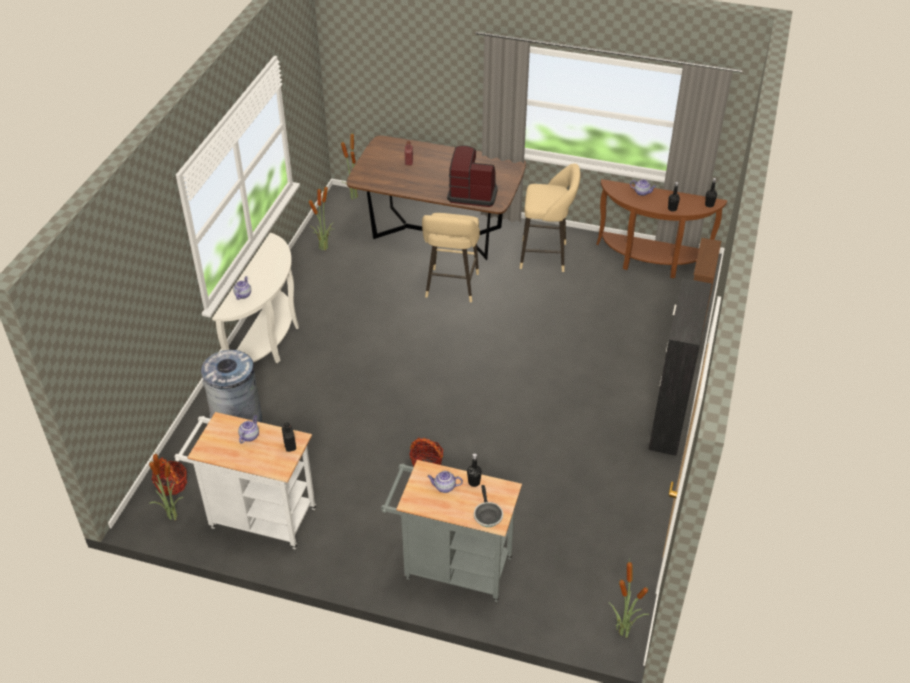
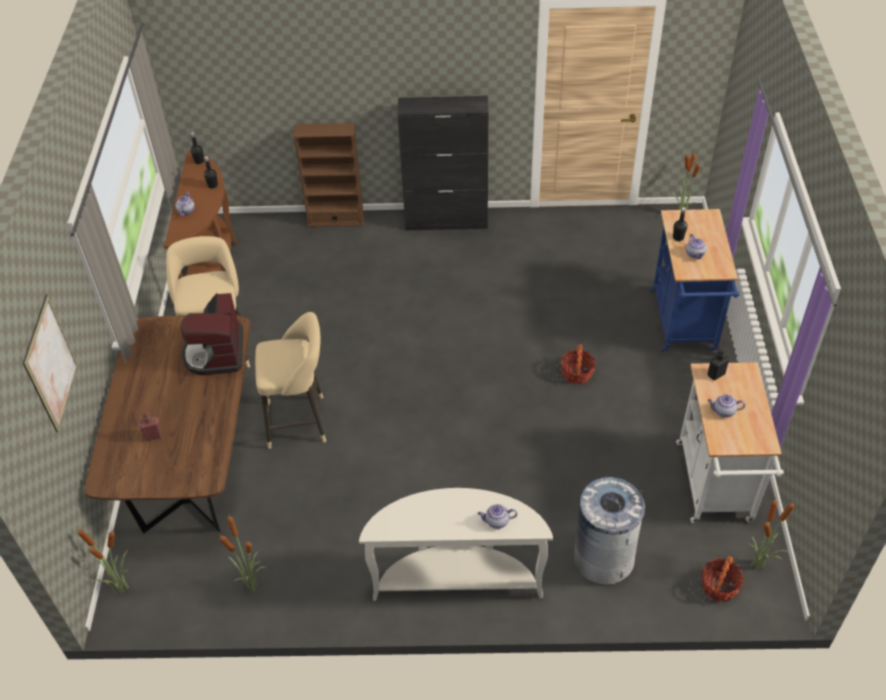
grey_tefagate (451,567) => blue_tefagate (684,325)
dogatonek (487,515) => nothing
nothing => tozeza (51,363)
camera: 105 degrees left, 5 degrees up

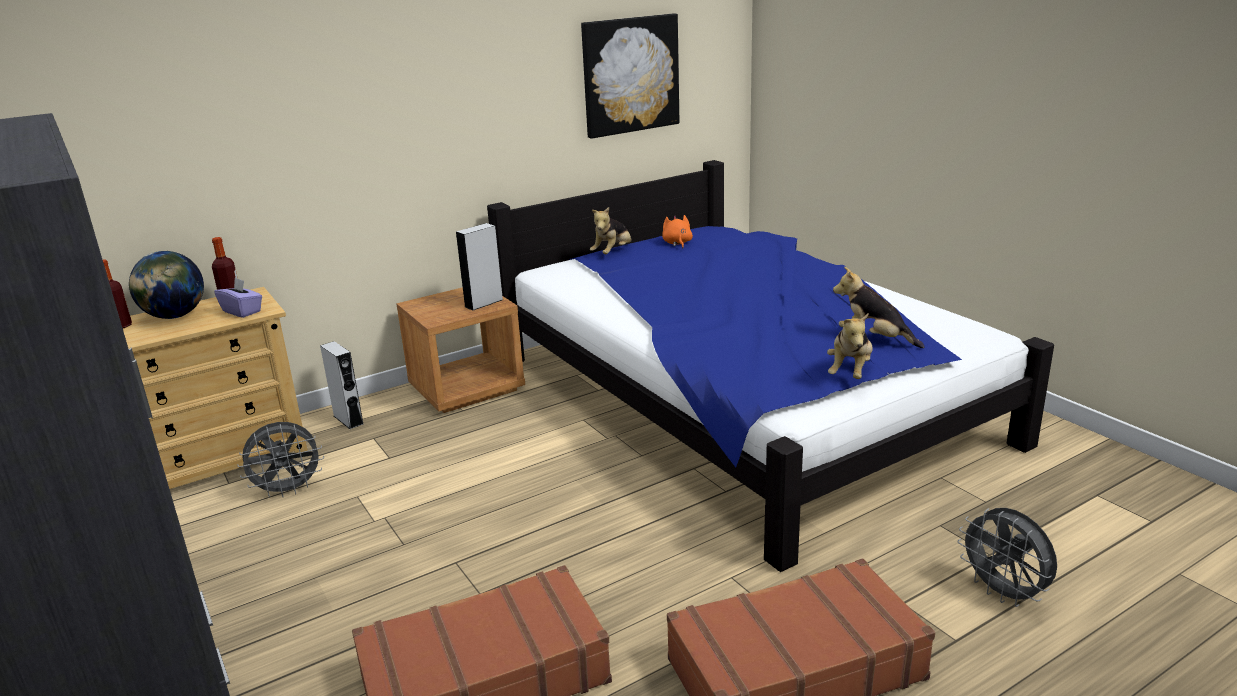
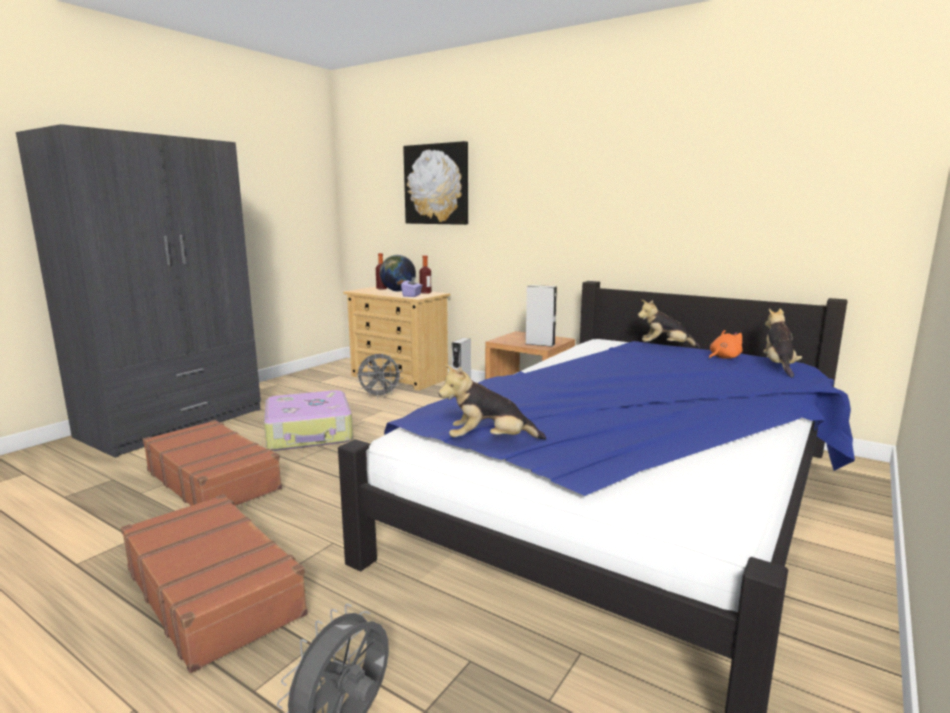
tozeza (630,75) => tozeza (437,184), shifted
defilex (874,338) => defilex (778,366), shifted
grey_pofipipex (288,490) => grey_pofipipex (380,396), 60 degrees counterclockwise
nothing => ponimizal (310,433)
camera: 65 degrees right, 10 degrees down

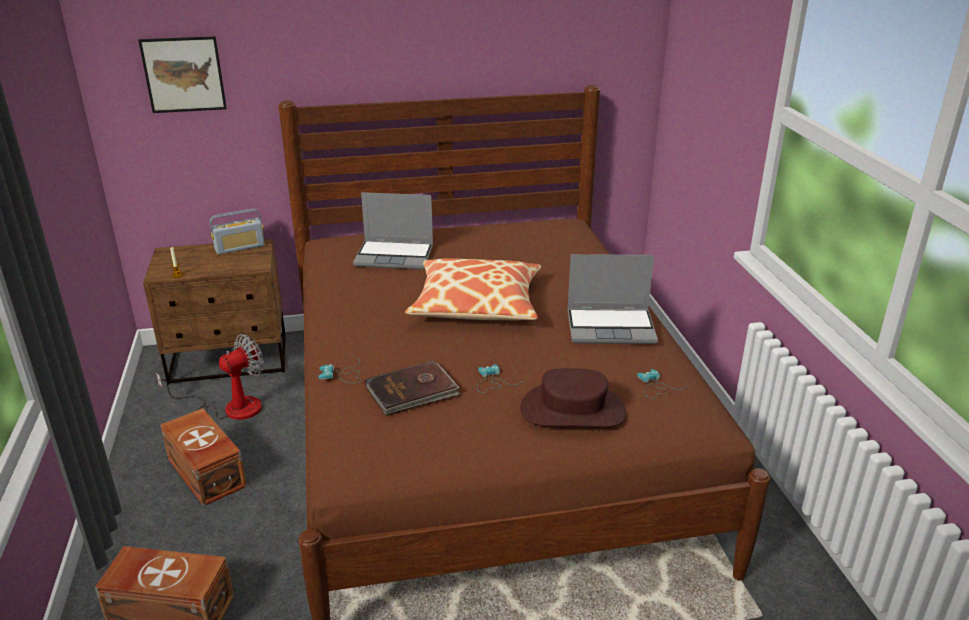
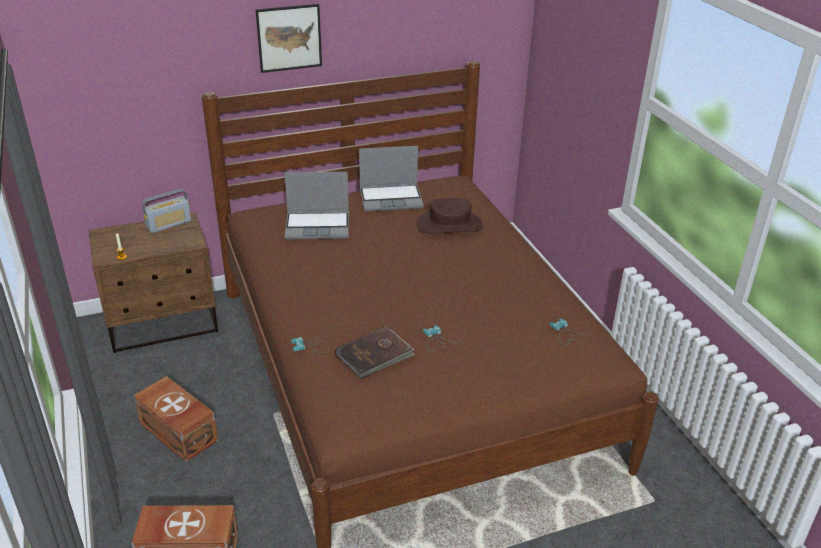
tozeza (183,74) => tozeza (289,38), shifted
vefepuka (611,327) => vefepuka (391,198), shifted
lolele (476,304) => nothing
pofipipex (230,407) => nothing
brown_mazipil (572,410) => brown_mazipil (449,224), shifted
camera: 10 degrees left, 5 degrees up

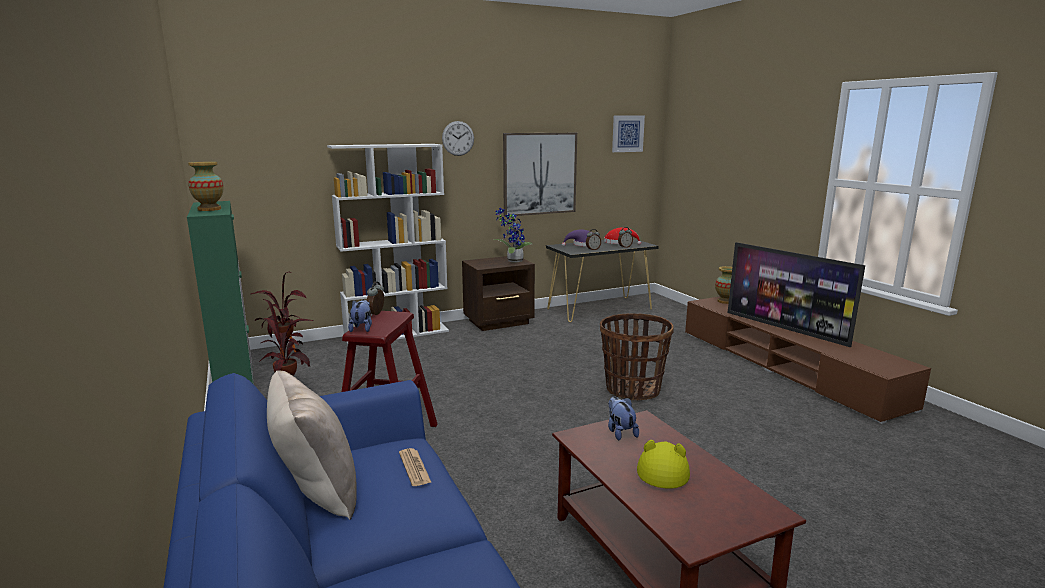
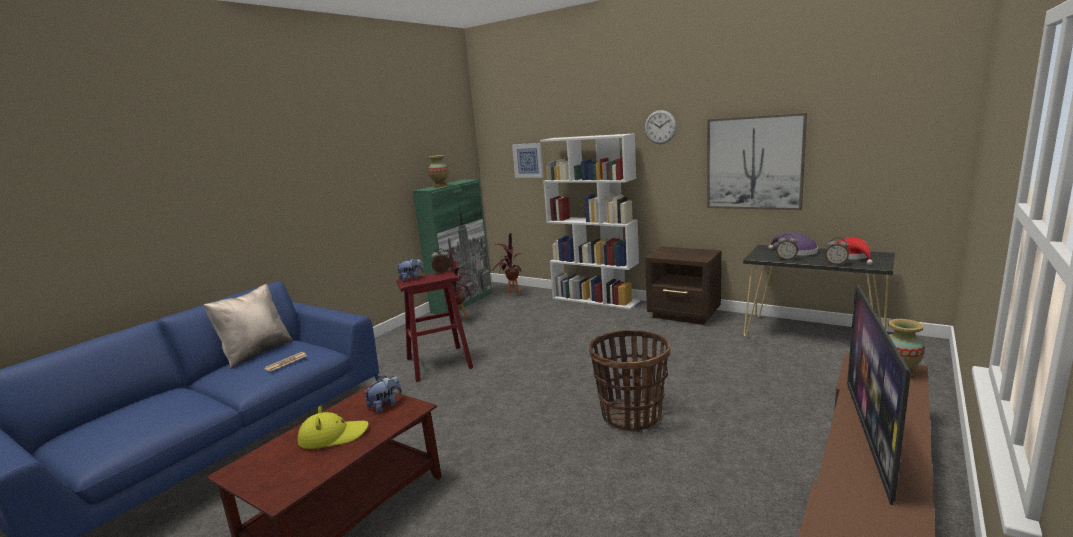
tozeza (627,133) => tozeza (528,160), shifted
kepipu (513,261) => nothing
camera: 60 degrees right, 0 degrees up

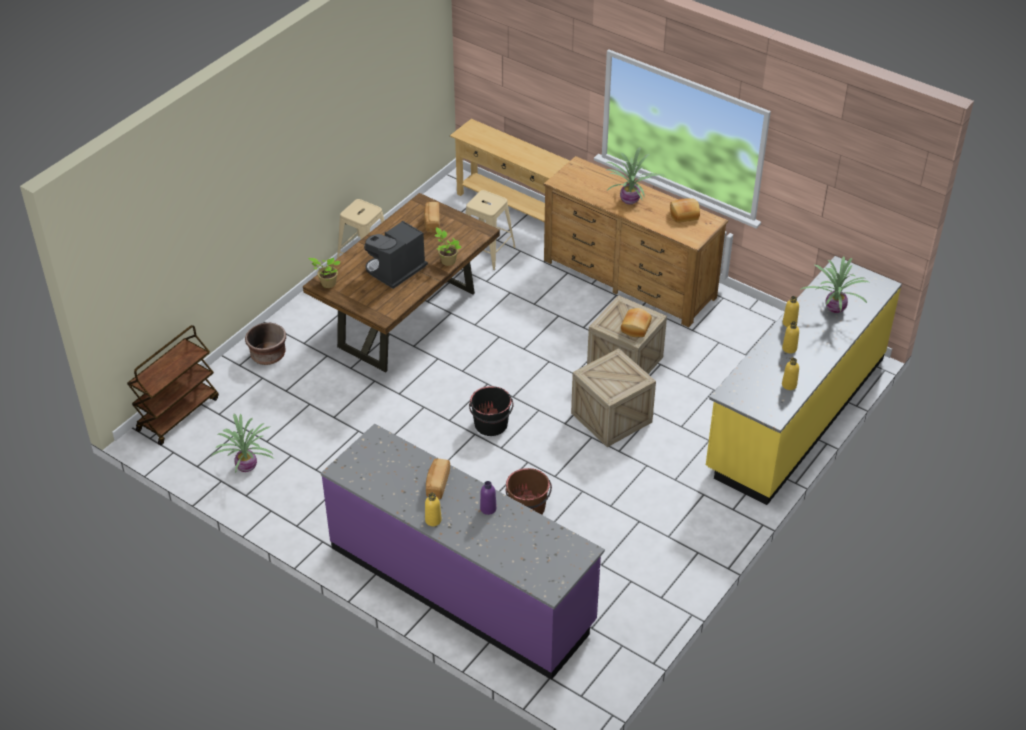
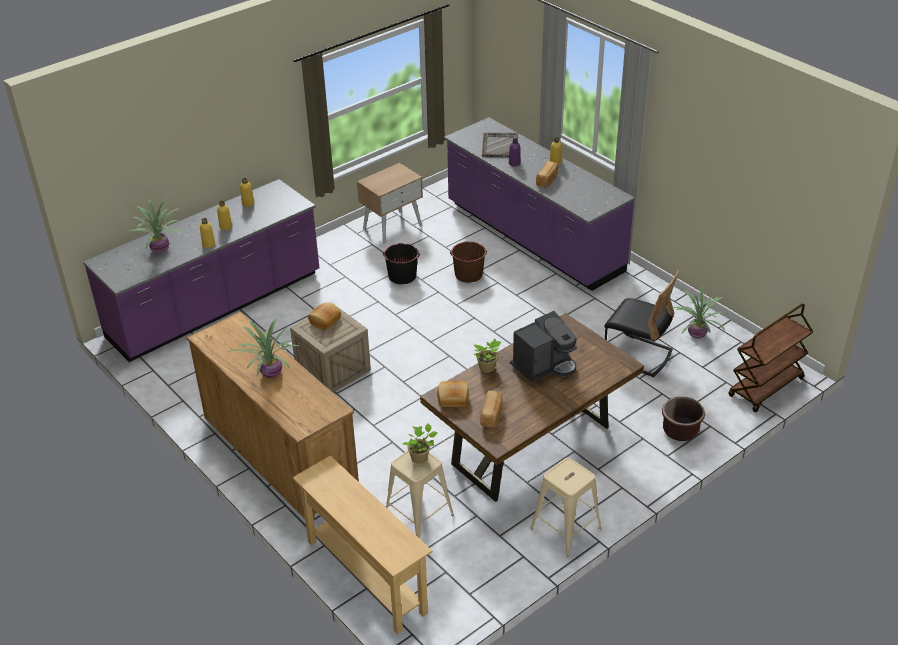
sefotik (684,214) => sefotik (453,399), shifted
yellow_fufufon (795,413) => purple_fufufon (216,306)
kepipu (327,283) => kepipu (420,458), shifted
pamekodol (611,417) => nothing
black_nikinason (491,425) => black_nikinason (402,276), shifted
nothing => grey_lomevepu (500,146)
nothing => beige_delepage (392,226)
nothing => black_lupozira (637,355)
camera: 165 degrees left, 5 degrees down

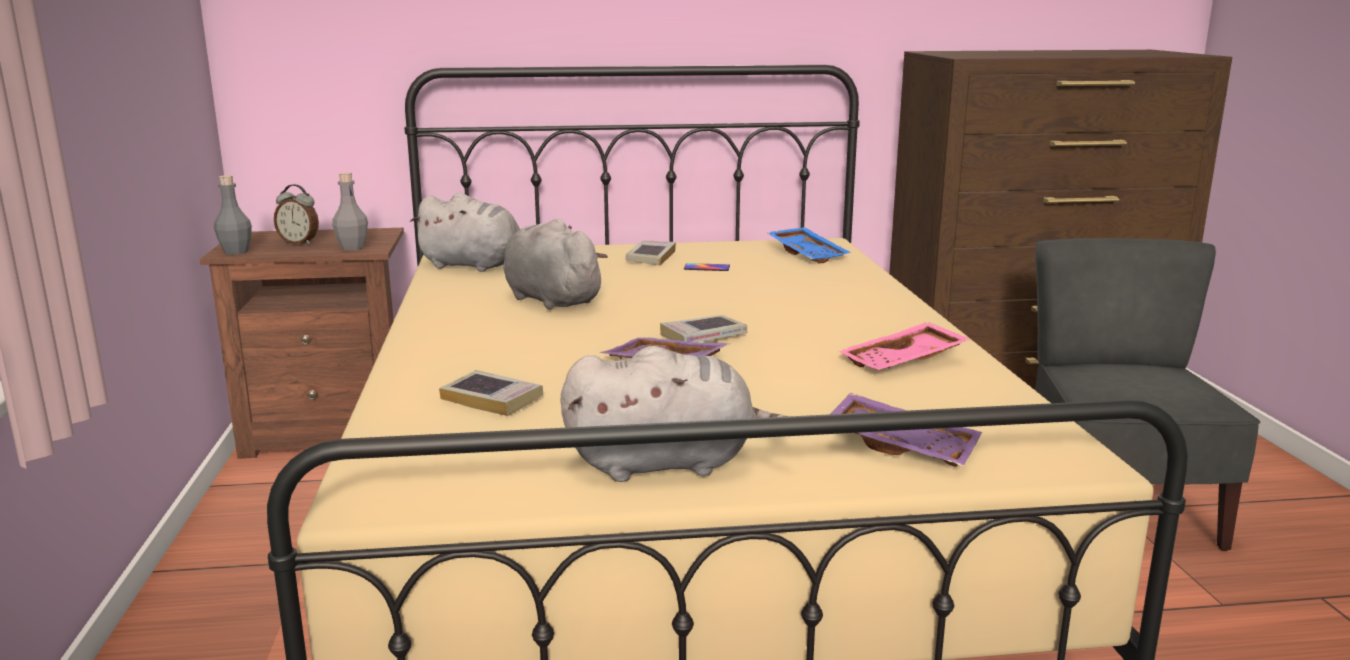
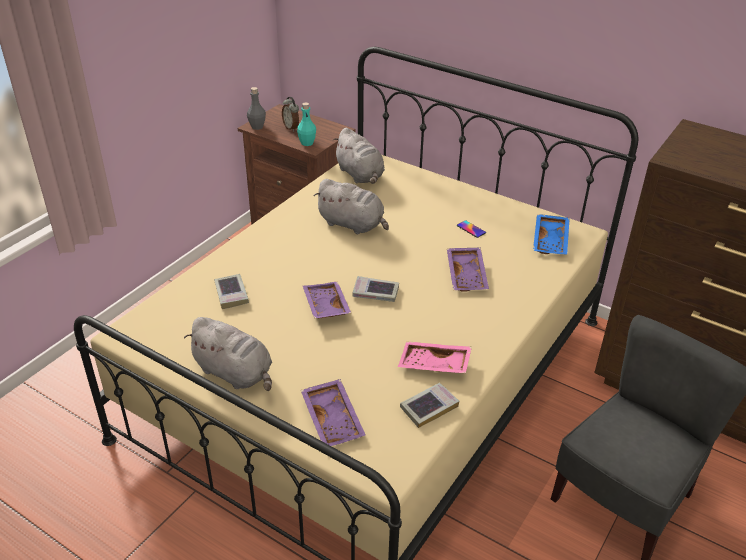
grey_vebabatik (352,248) => turquoise_vebabatik (307,143)
grey_defilex (550,299) => grey_defilex (353,224), 120 degrees clockwise
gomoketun (651,257) => gomoketun (429,407), shifted
nothing => purple_lomevepu (467,275)
camera: 40 degrees right, 20 degrees up

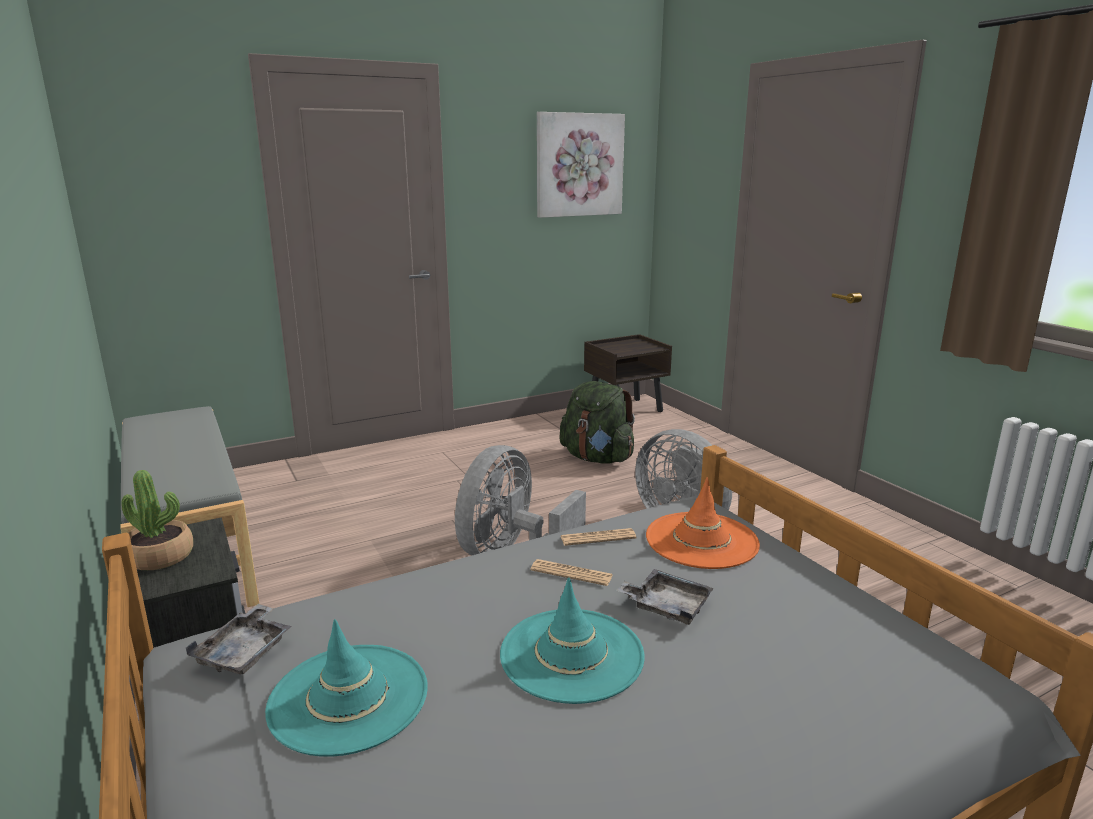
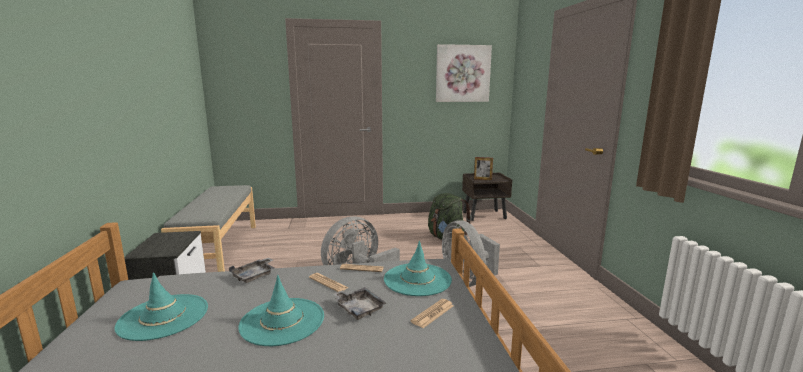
kepipu (160,556) => nothing
orange_mazipil (701,540) => turquoise_mazipil (417,279)
grey_lomevepu (245,652) => grey_lomevepu (254,276), shifted
nothing => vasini (482,179)
nothing => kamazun (433,313)
camera: 20 degrees right, 5 degrees down

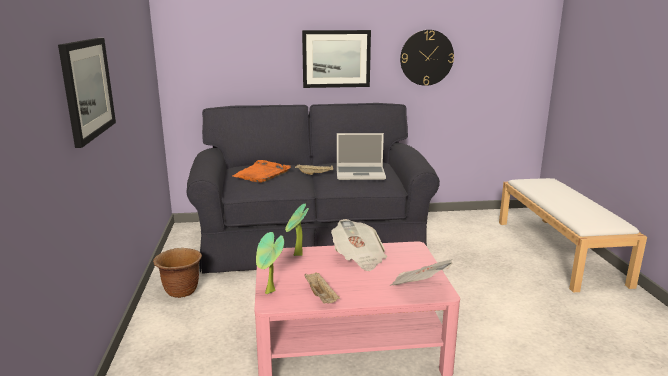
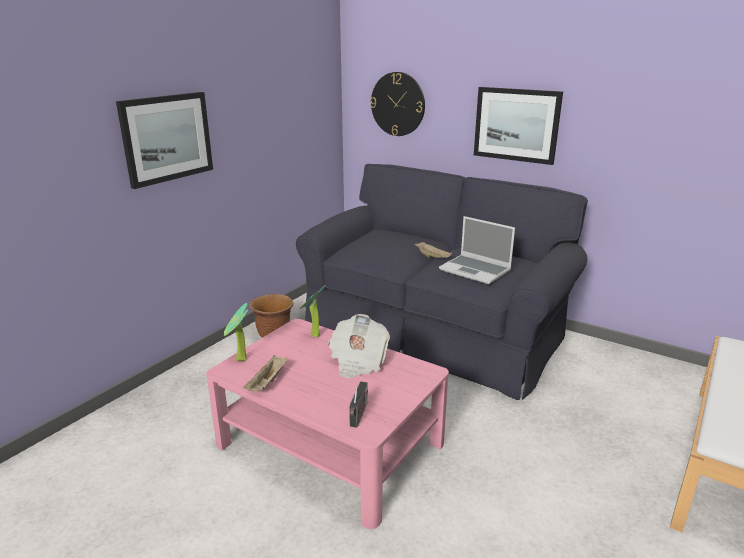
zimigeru (426,57) => zimigeru (398,104), shifted
orange_lomevepu (262,174) => nothing
kamazun (419,287) => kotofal (359,415)
camera: 40 degrees right, 5 degrees up

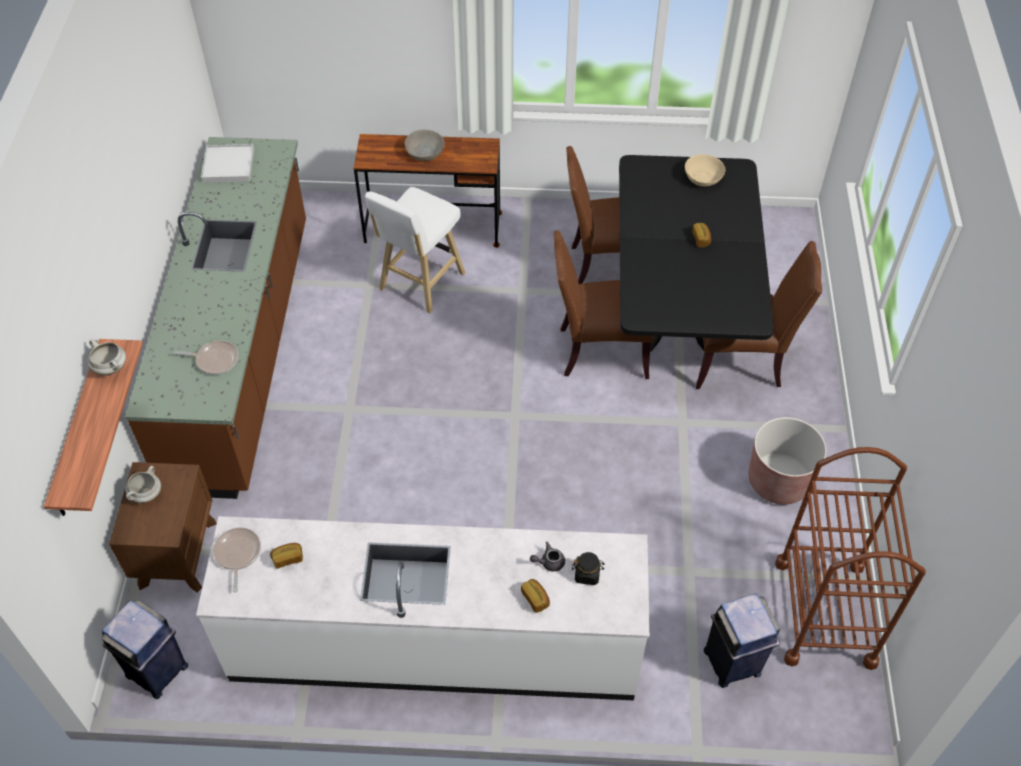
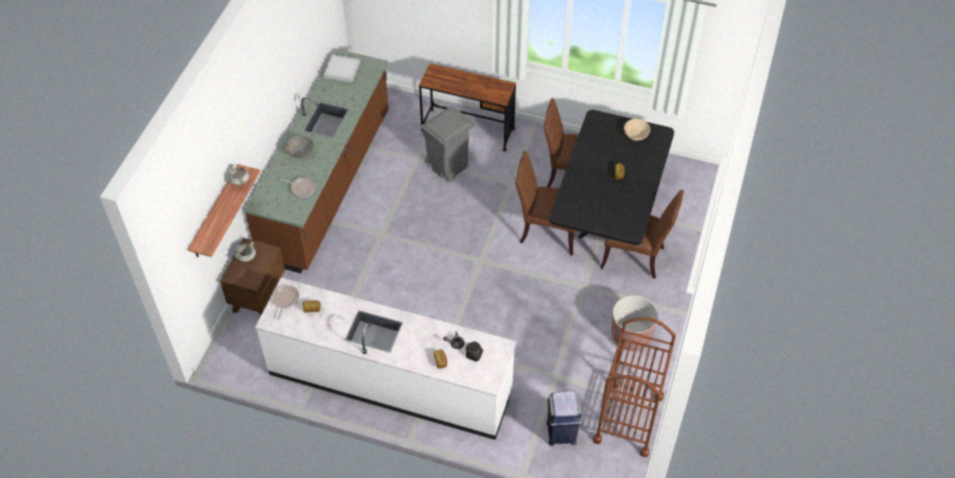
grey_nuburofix (425,153) => grey_nuburofix (301,151), shifted
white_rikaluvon (419,284) => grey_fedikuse (448,165)
blue_fedikuse (158,671) => nothing
camera: 15 degrees right, 0 degrees up

